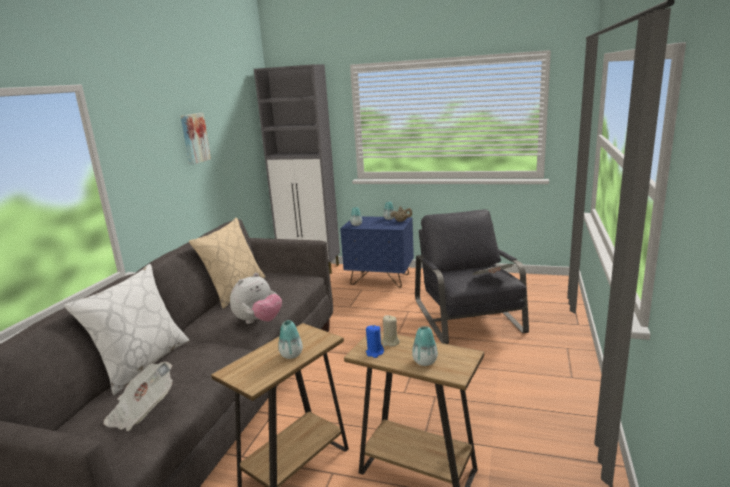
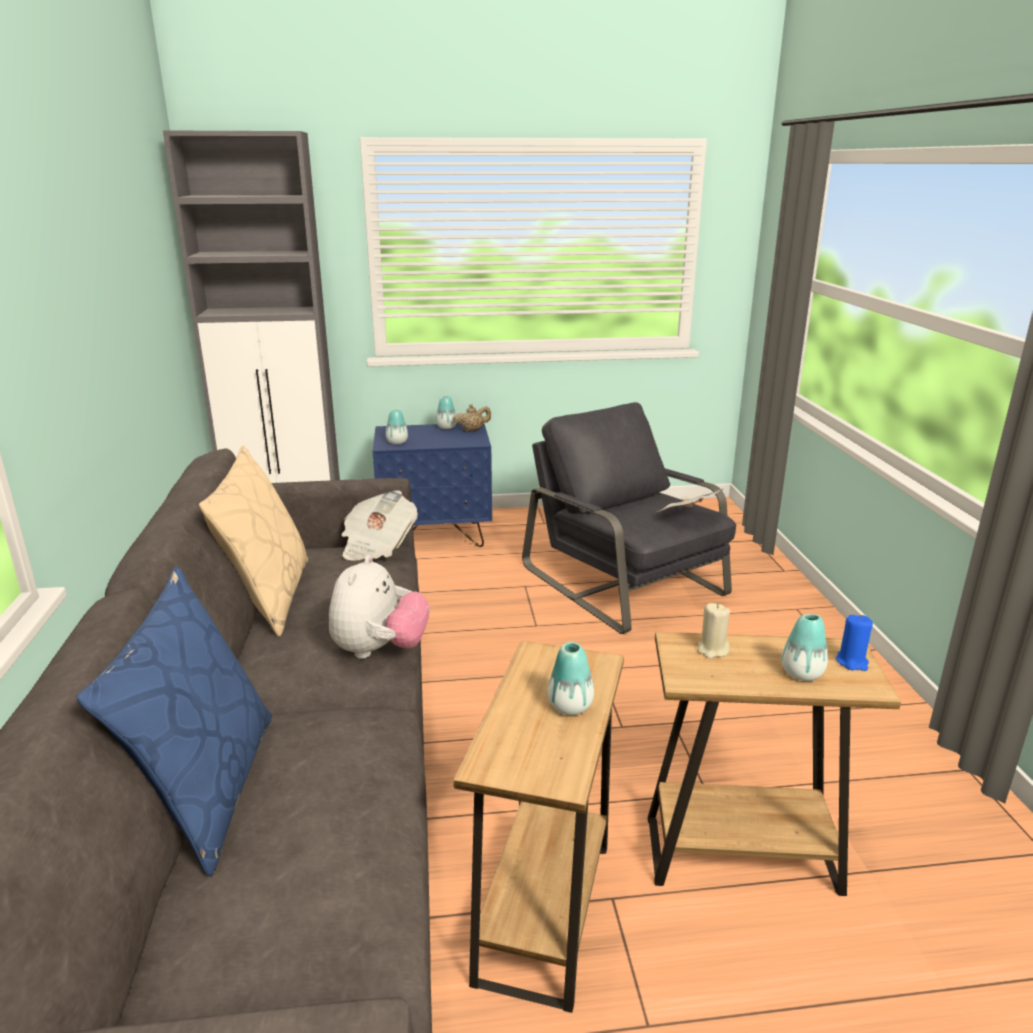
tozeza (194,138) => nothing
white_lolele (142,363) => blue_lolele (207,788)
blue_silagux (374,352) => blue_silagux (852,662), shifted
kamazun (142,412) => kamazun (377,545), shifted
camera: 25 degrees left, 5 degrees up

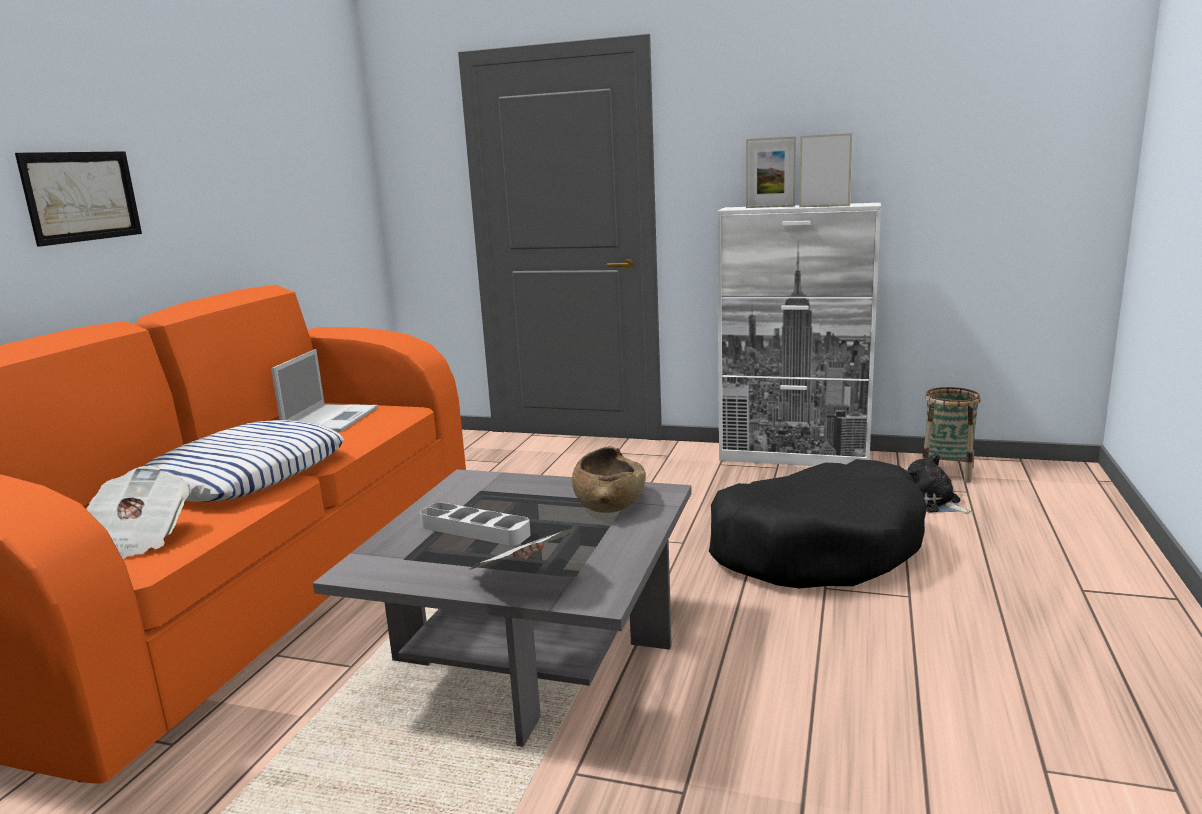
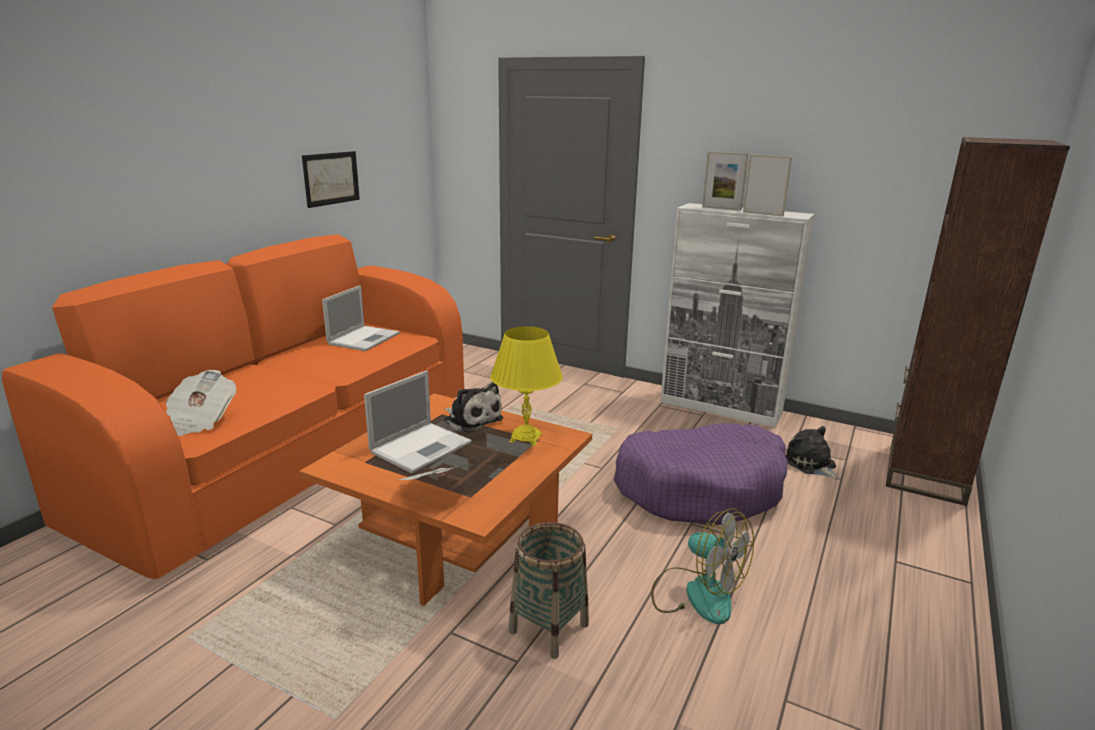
tozeza (82,196) => tozeza (331,178), shifted
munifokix (947,472) => munifokix (548,628), shifted
lolele (247,474) => nothing
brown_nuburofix (609,501) => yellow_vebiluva (526,438)
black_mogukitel (816,547) => purple_mogukitel (700,489)
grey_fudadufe (532,654) => orange_fudadufe (457,537)
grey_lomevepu (474,530) => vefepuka (422,447)
nothing => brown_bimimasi (925,472)
nothing => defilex (471,419)
nothing => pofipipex (697,593)
camera: 10 degrees right, 5 degrees up

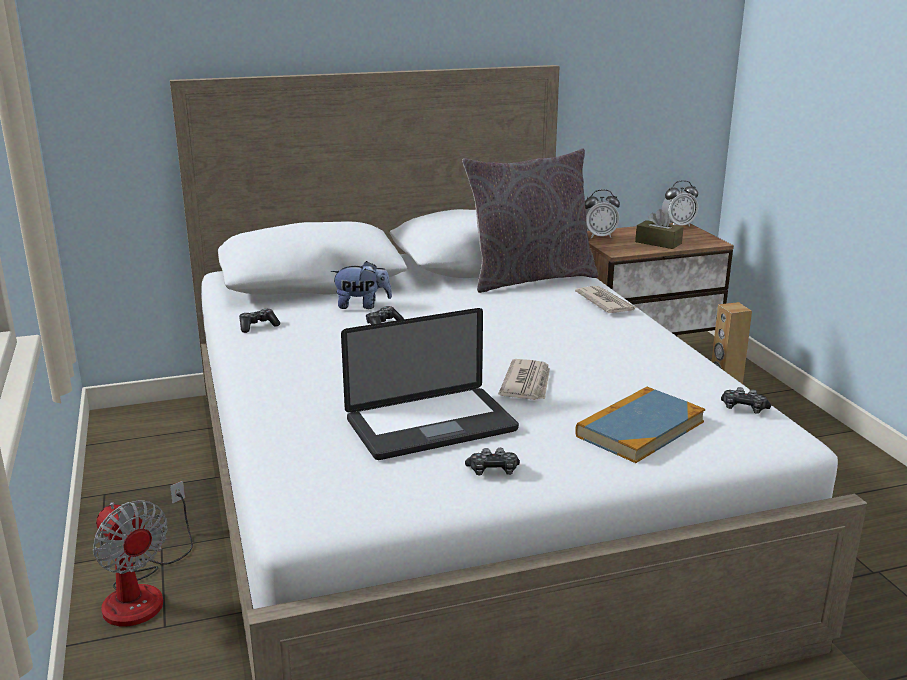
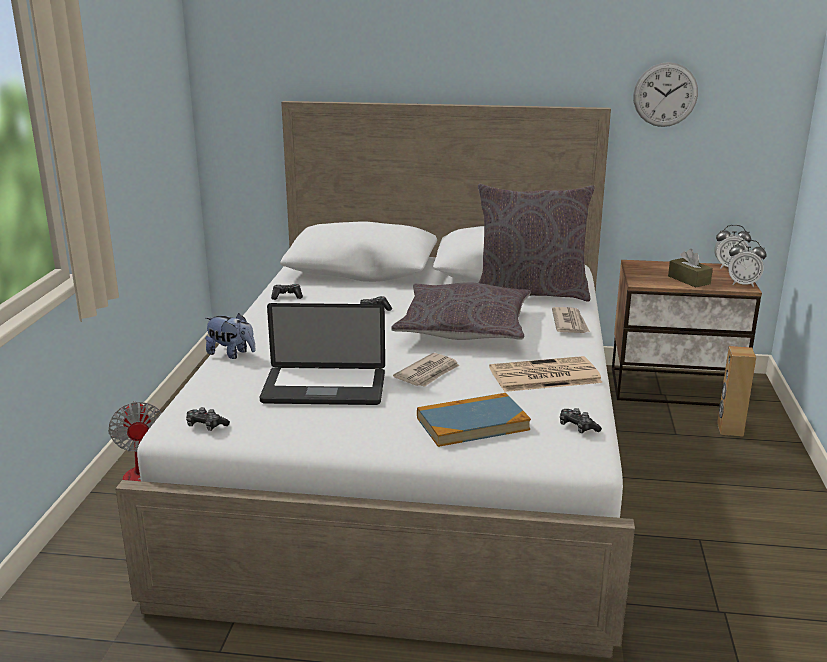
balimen (599,236) => balimen (743,284), shifted
defilex (362,305) => defilex (231,354), shifted
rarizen (493,471) => rarizen (206,426), shifted
nothing => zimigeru (665,94)
nothing => grey_lolele (464,327)
nothing => kamazun (543,376)
camera: 25 degrees right, 0 degrees up

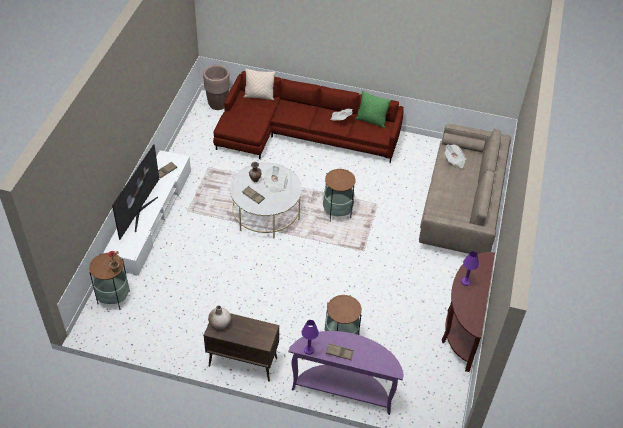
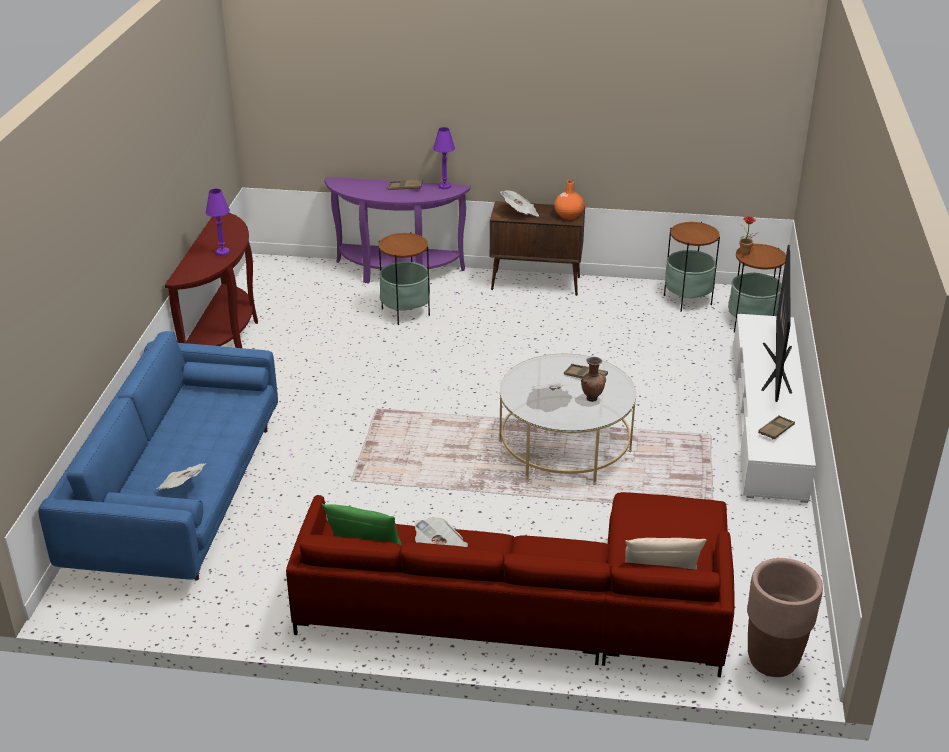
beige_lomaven (461,206) => blue_lomaven (178,494)
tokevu (337,212) => tokevu (687,300), shifted
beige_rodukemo (220,323) => orange_rodukemo (568,215)
nothing => kamazun (520,213)
camera: 175 degrees right, 15 degrees down

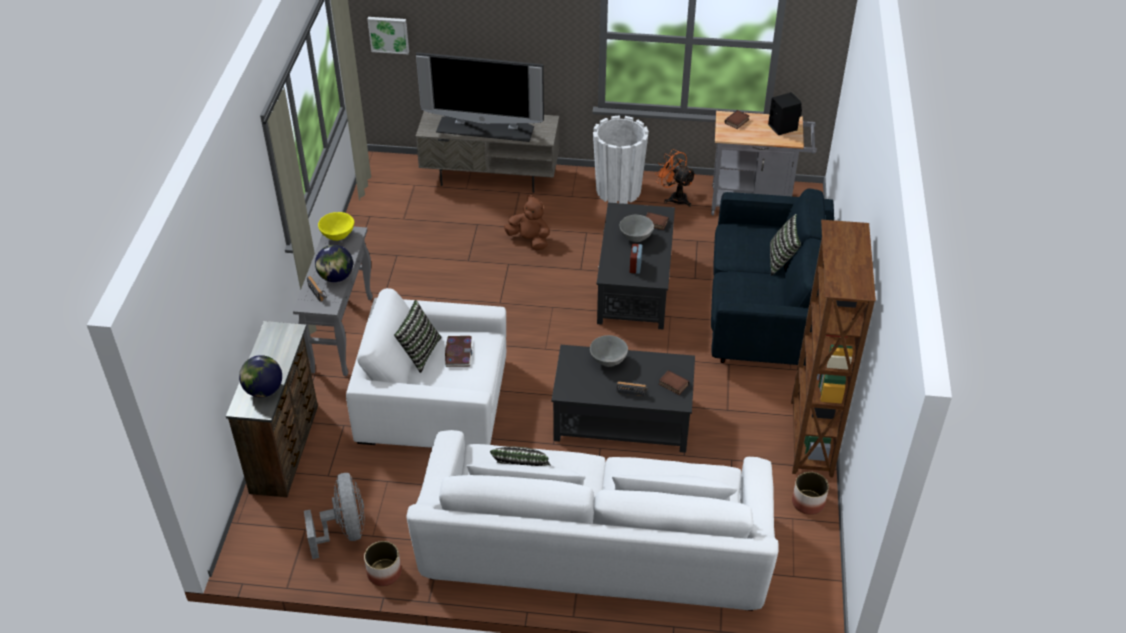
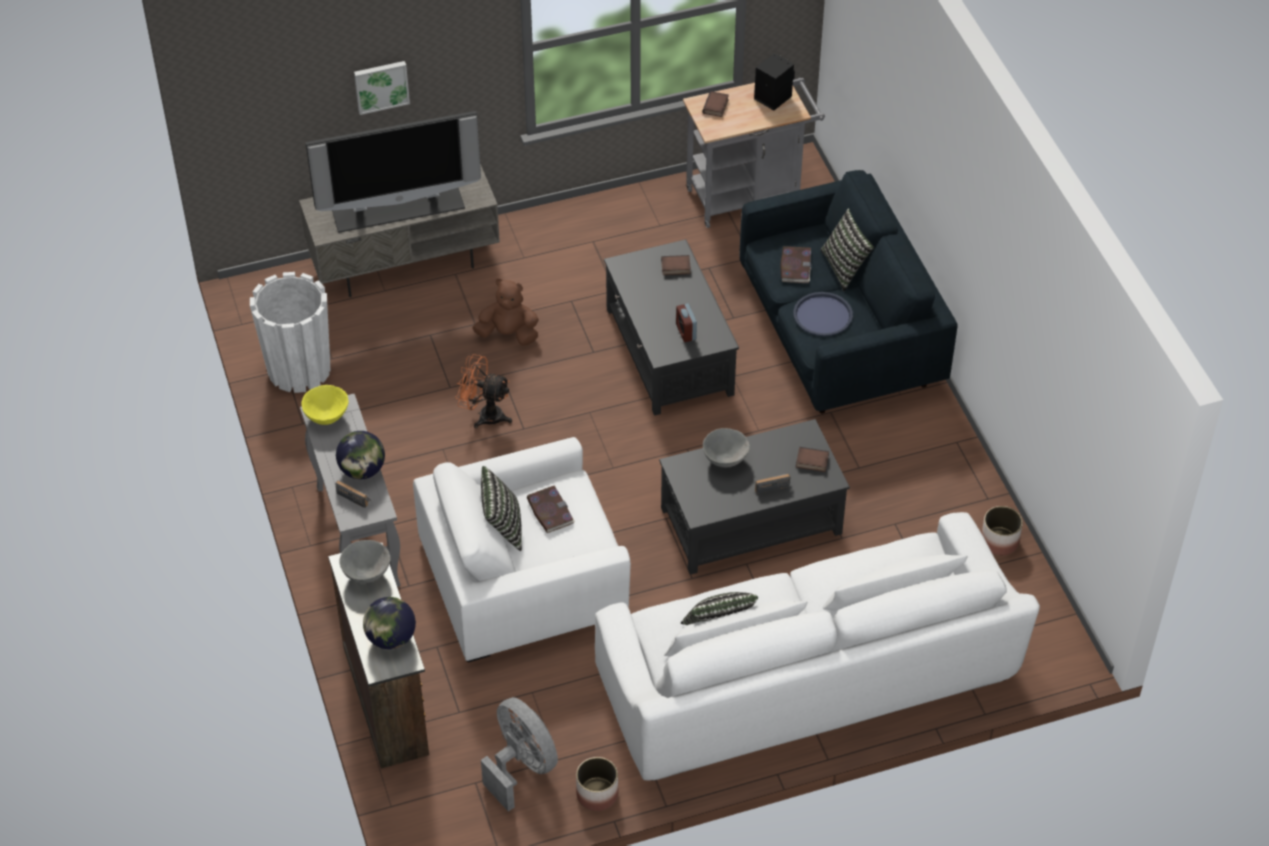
tozeza (389,34) => tozeza (381,86), shifted
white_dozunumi (618,190) => white_dozunumi (299,369), shifted
orange_pofipipex (674,197) => orange_pofipipex (484,415), shifted
grey_nuburofix (636,238) => grey_nuburofix (366,574), shifted
brown_bimimasi (810,439) => nothing
nothing => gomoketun (795,266)
nothing => blue_lomevepu (822,315)
camera: 25 degrees left, 5 degrees up

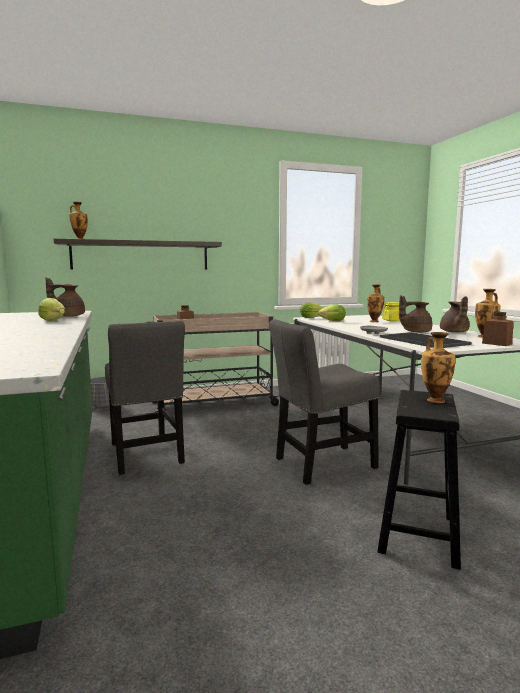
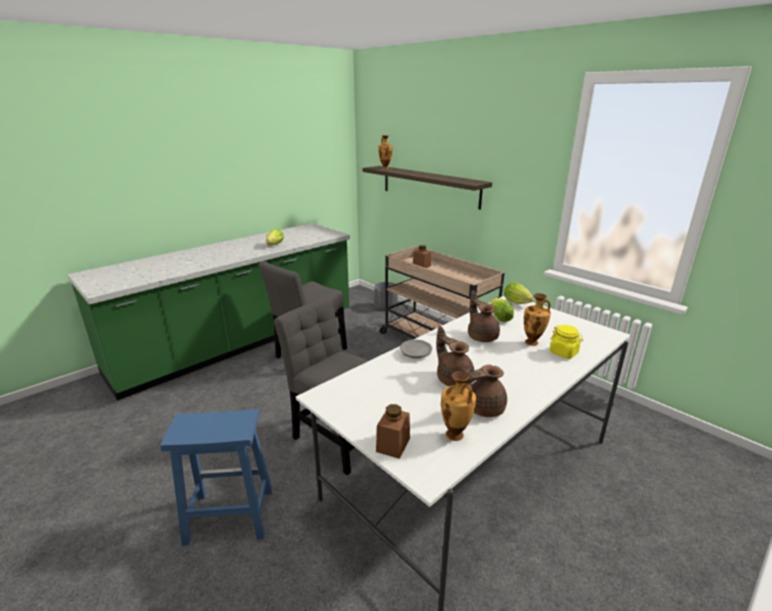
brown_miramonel (68,316) => brown_miramonel (482,336), shifted
lomevepu (421,340) => nothing
rodukemo (435,400) => nothing
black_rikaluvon (418,535) => blue_rikaluvon (228,516)
camera: 65 degrees right, 15 degrees up

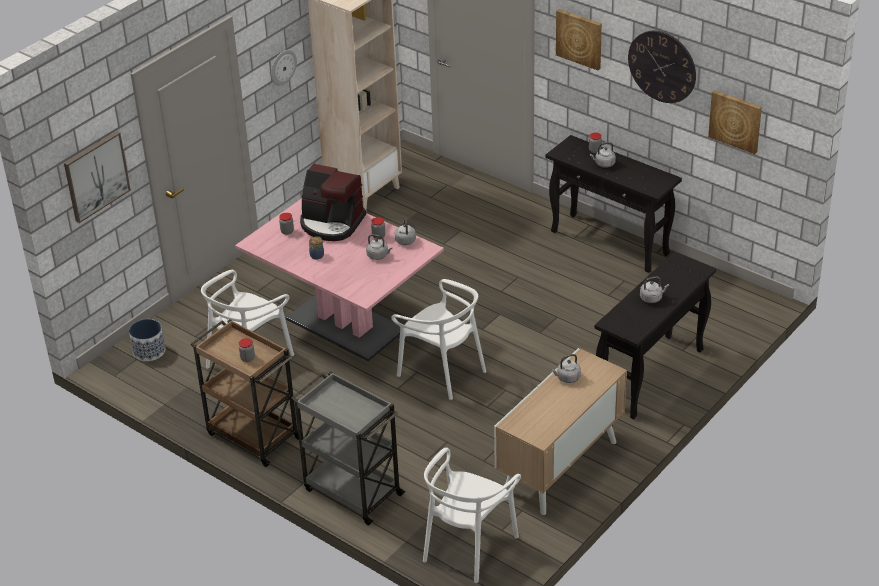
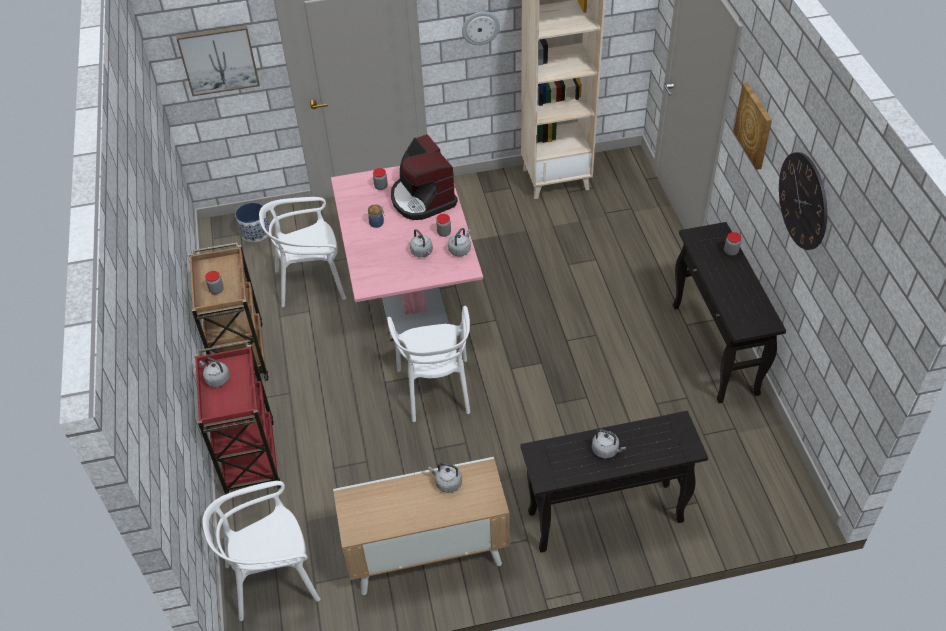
tozeza (735,121) => nothing
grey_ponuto (603,164) => grey_ponuto (216,379), shifted
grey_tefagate (351,491) => red_tefagate (250,456)
camera: 40 degrees right, 10 degrees up

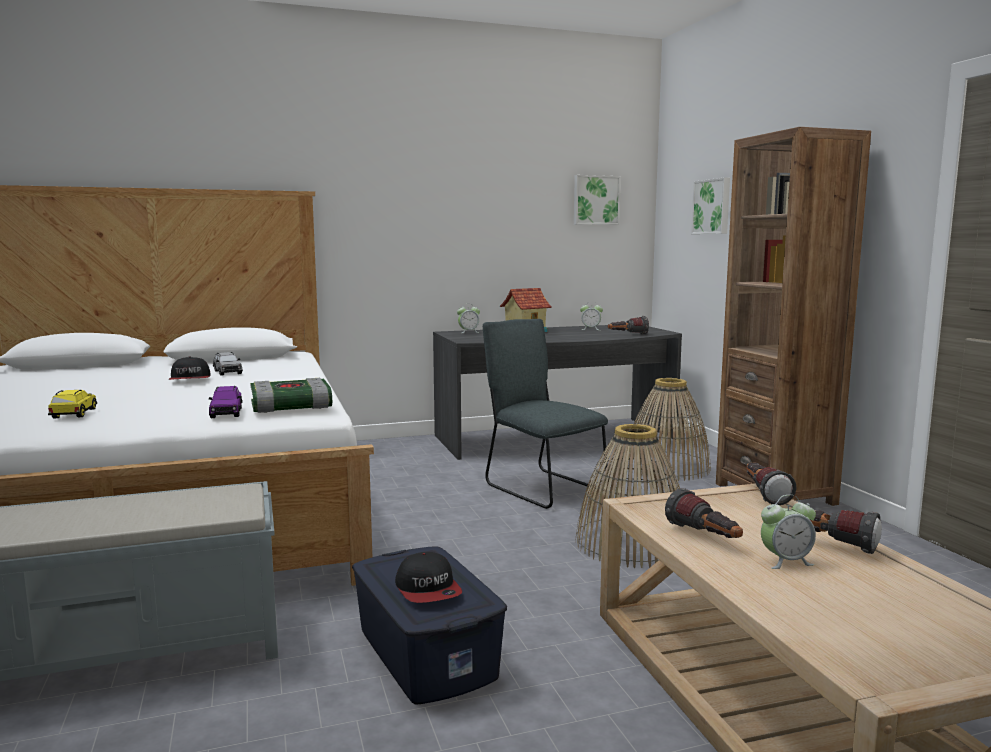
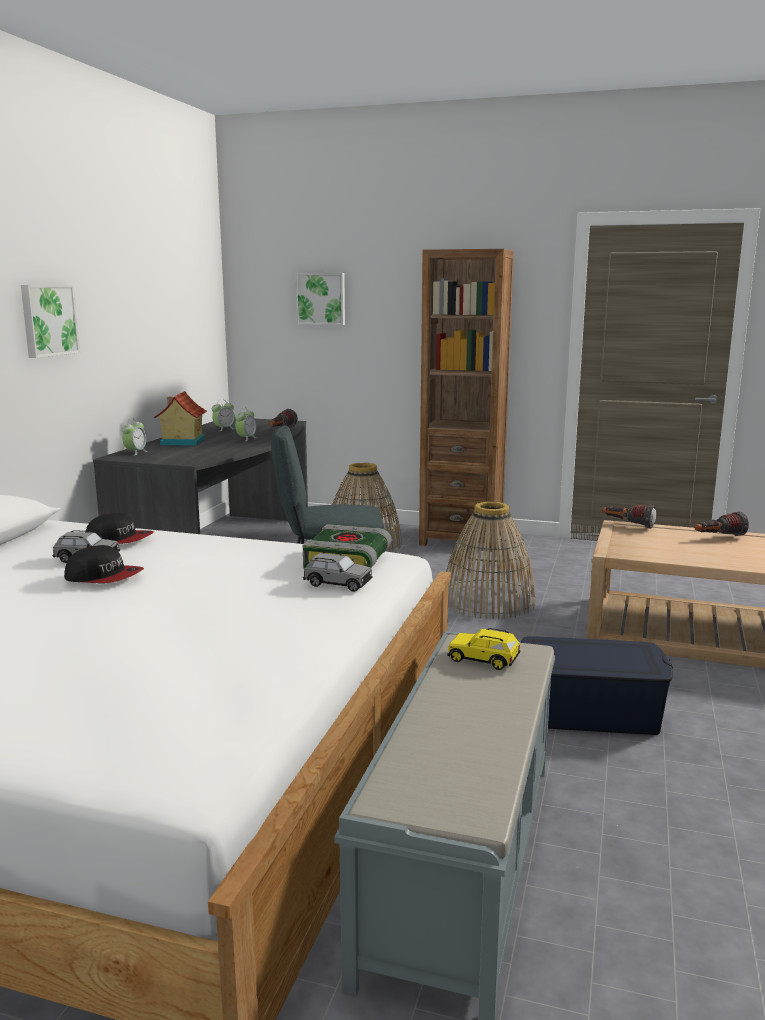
tozeza (596,200) => tozeza (48,320), shifted
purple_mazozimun (226,413) => grey_mazozimun (338,583)
yellow_mazozimun (74,414) => yellow_mazozimun (483,659), shifted
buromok (705,537) => nothing
balimen (785,561) => balimen (246,439), shifted
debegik (428,590) => debegik (119,540), shifted
camera: 55 degrees left, 5 degrees up

